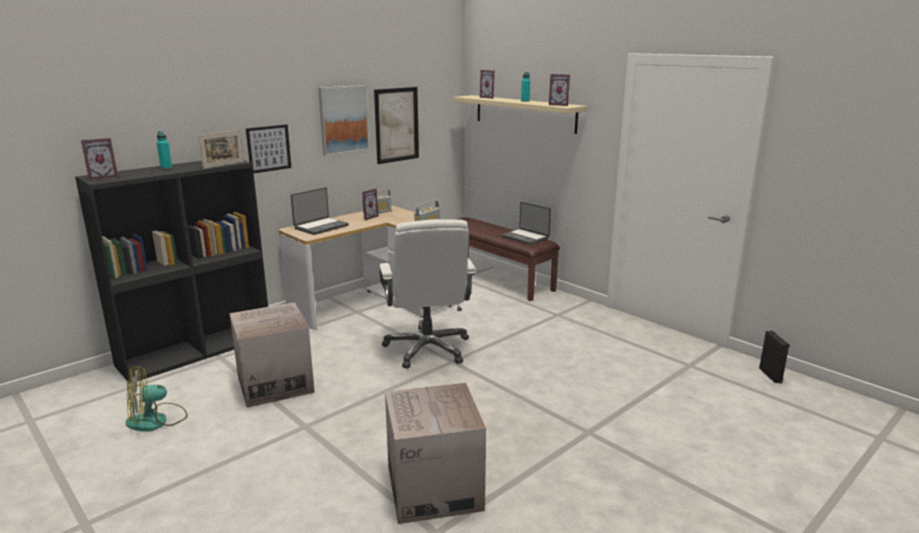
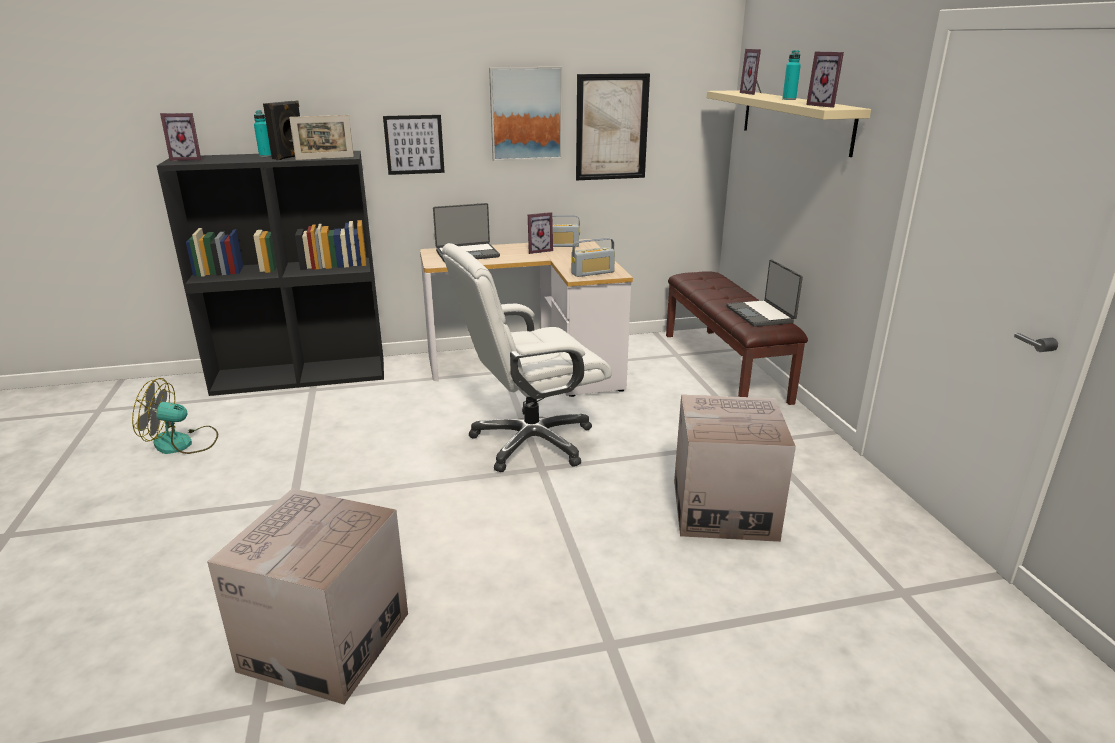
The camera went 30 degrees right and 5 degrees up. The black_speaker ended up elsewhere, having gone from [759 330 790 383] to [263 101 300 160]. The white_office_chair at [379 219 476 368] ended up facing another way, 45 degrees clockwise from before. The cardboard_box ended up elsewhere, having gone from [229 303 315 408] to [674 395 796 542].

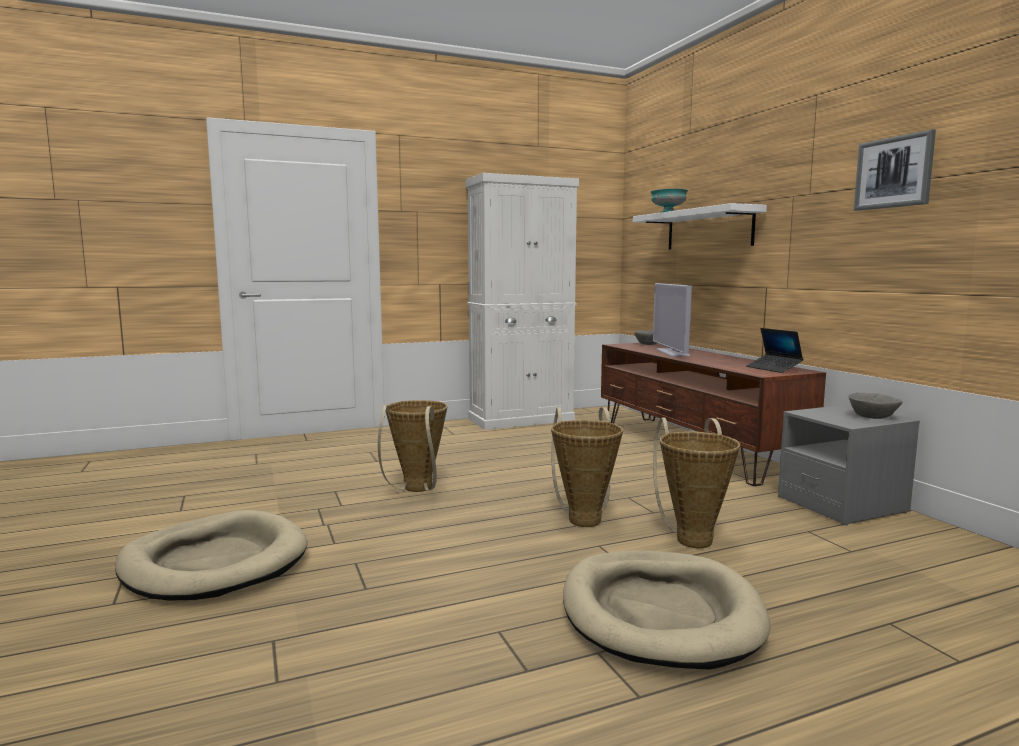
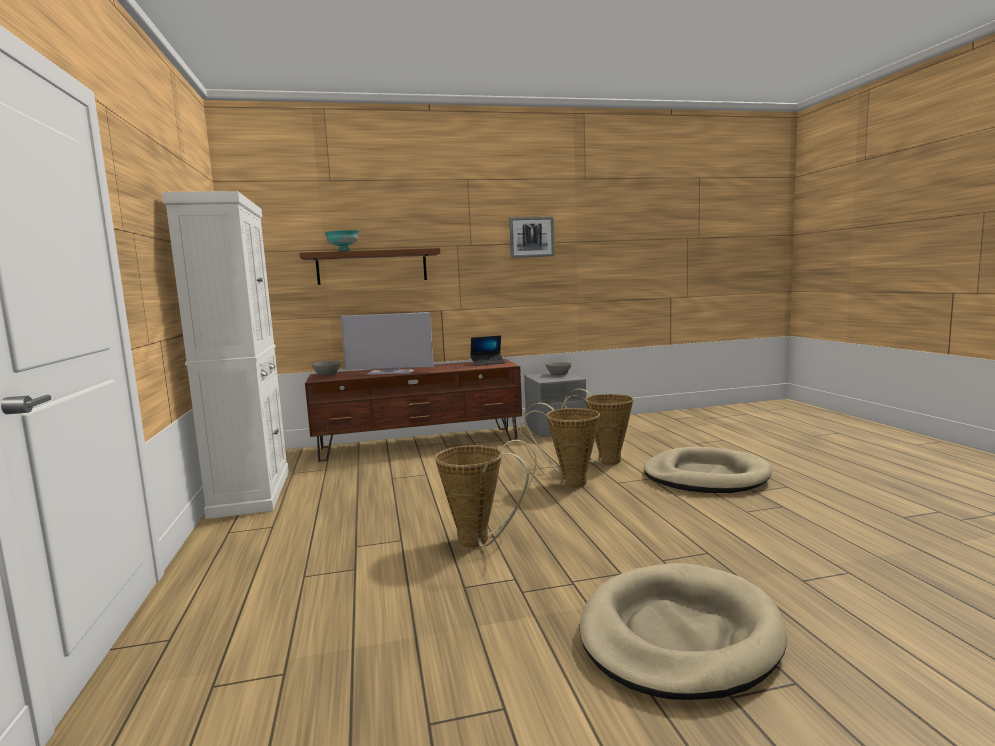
The camera went 80 degrees left and 0 degrees up. What was the white_shelf at [633 203 767 249] turned into the brown_shelf at [300 248 440 285].

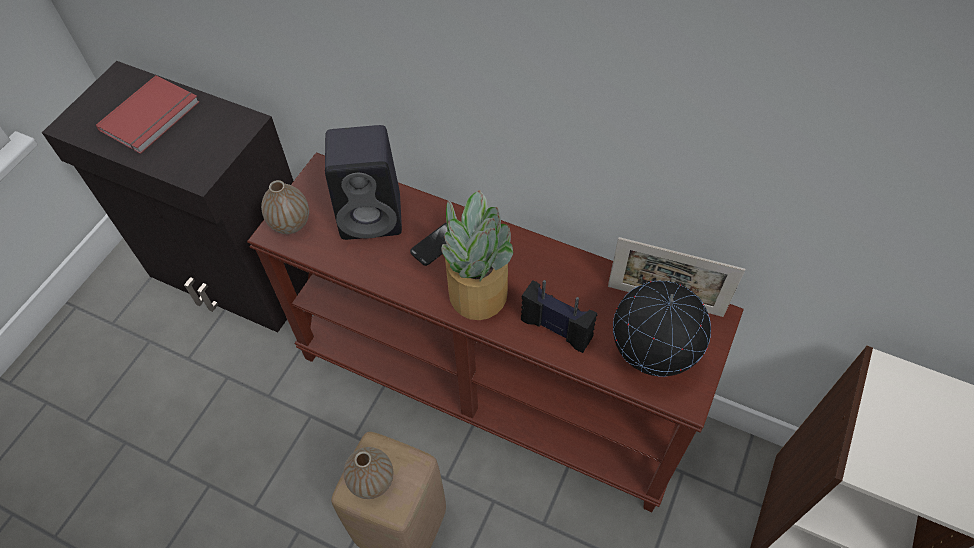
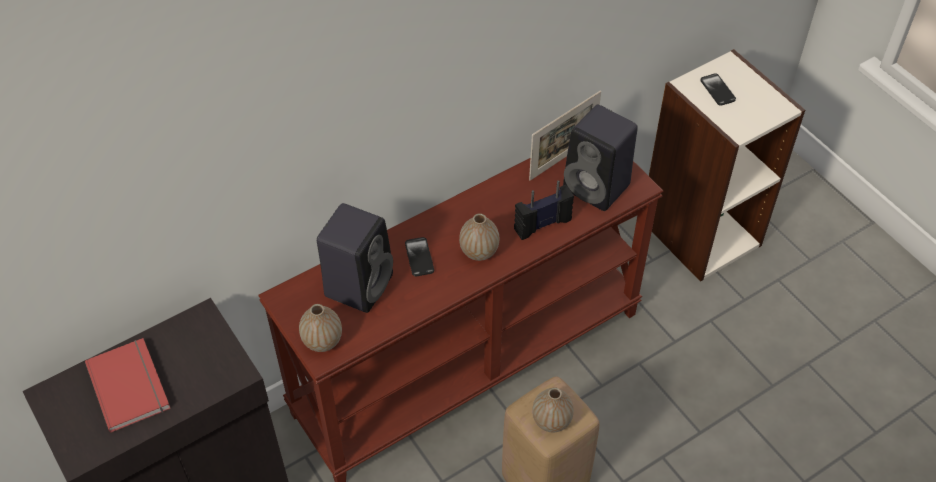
The camera went 60 degrees left and 5 degrees down. Where the potted_plant stood at [441 190 513 320], the vase came to stand at [459 213 499 261]. Where the globe stood at [613 280 711 377], the black_speaker came to stand at [563 105 638 211]. The second view gained the phone at [700 74 736 106].

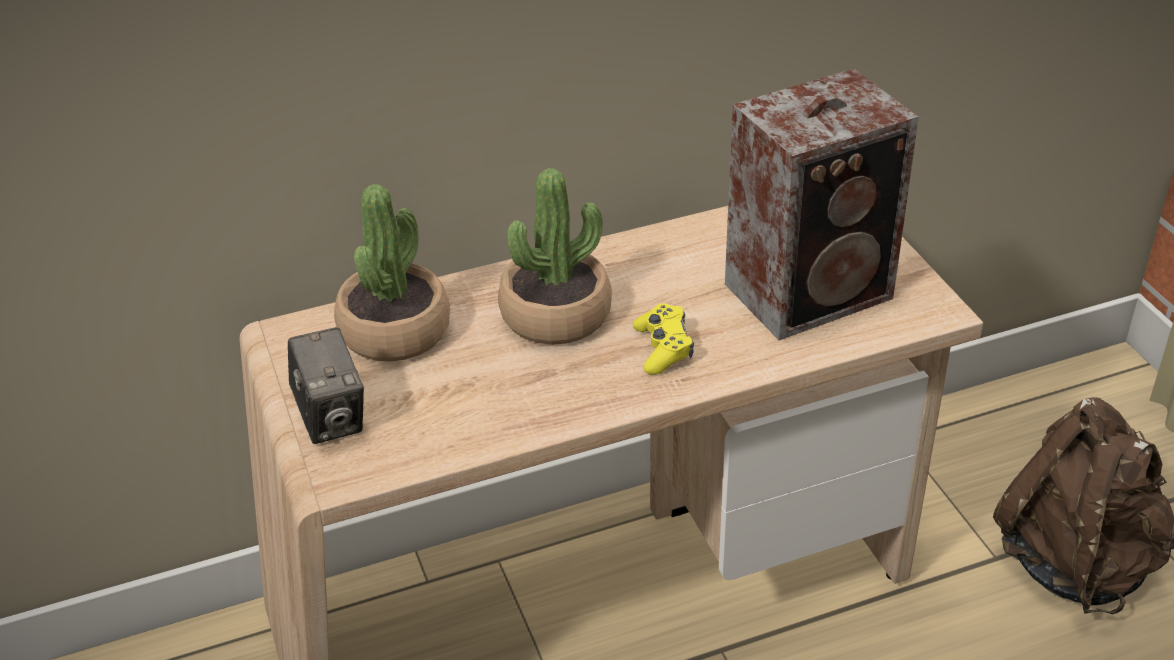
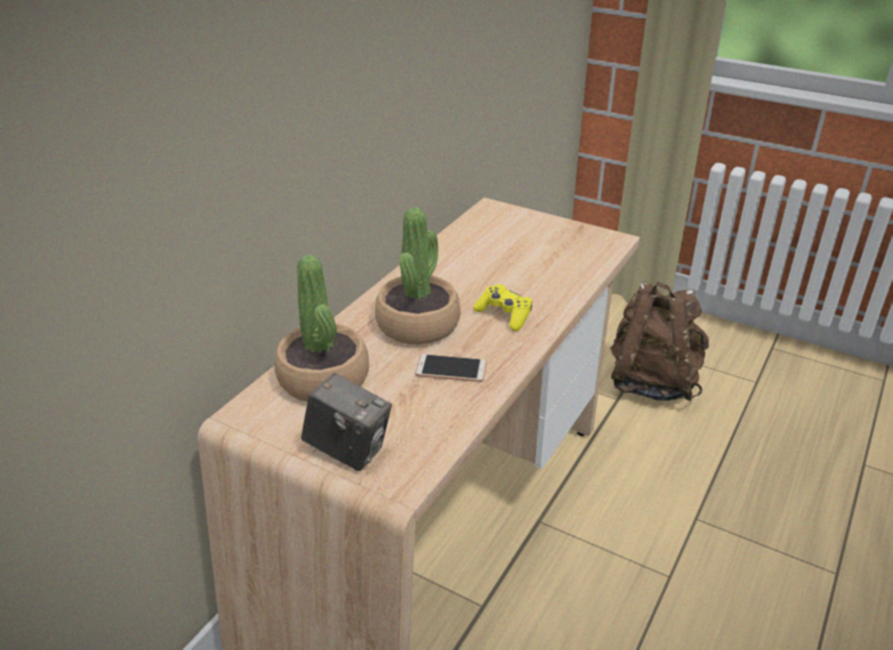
The camera went 40 degrees left and 5 degrees down. The second view gained the phone at [415 354 487 382]. The second view lost the speaker at [725 69 919 340].

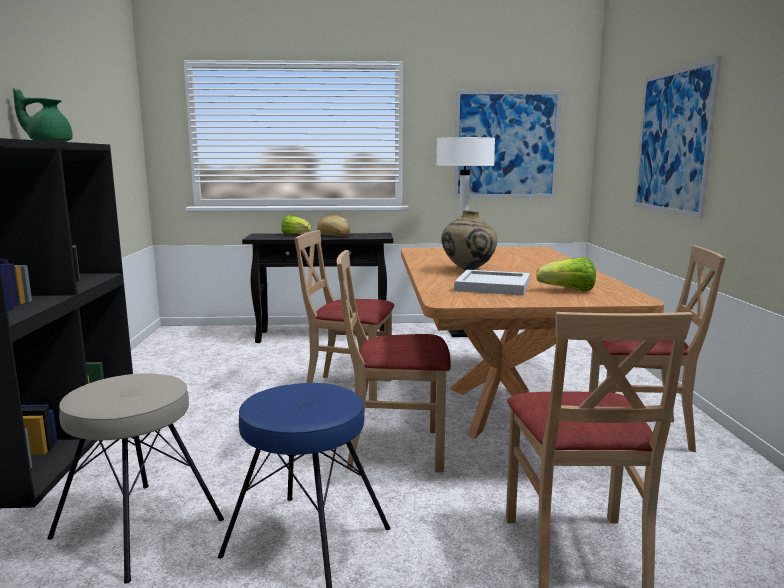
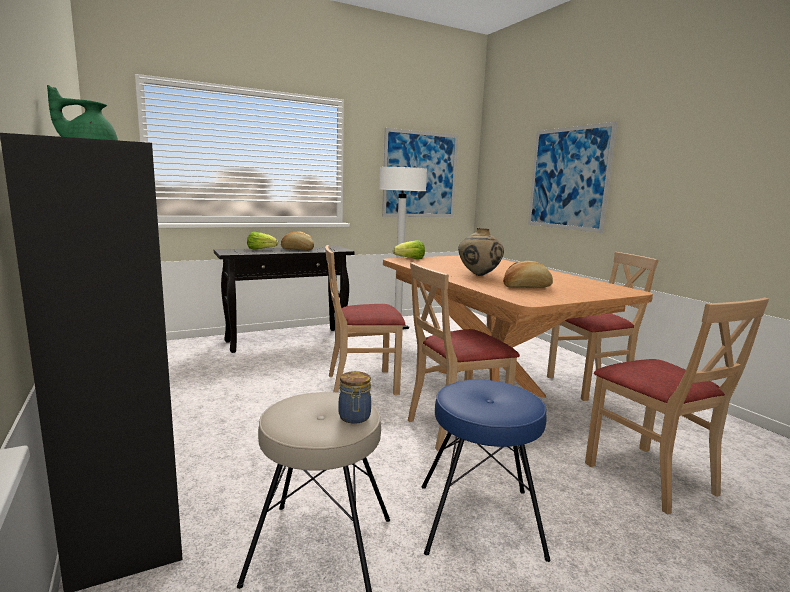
The camera went 25 degrees left and 0 degrees up. The second view gained the jar at [338 371 371 424]. The lettuce ended up elsewhere, having gone from [536 257 596 291] to [393 240 425 259]. Where the white_tray stood at [454 270 530 296], the bread came to stand at [503 261 553 288].

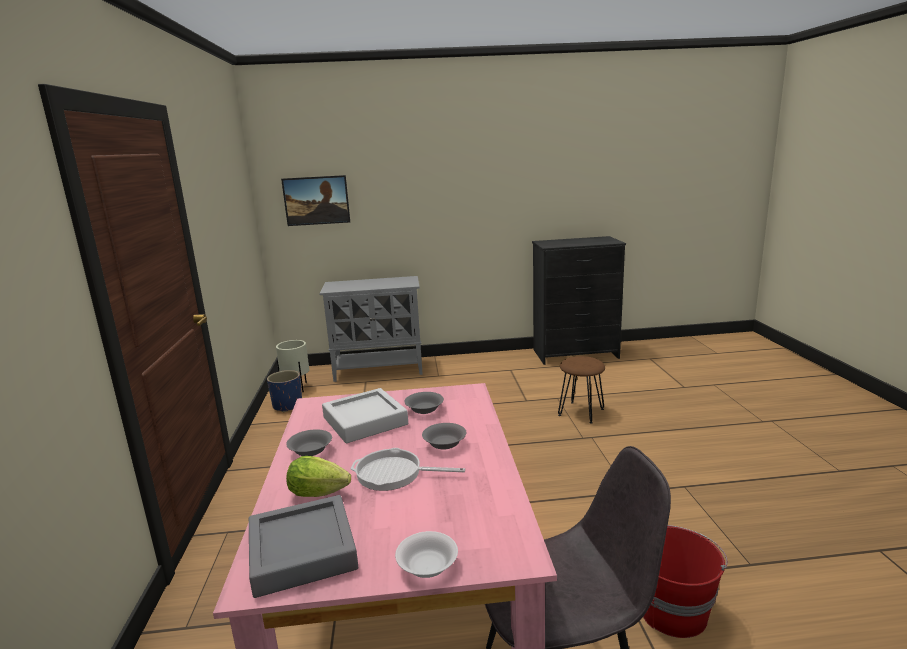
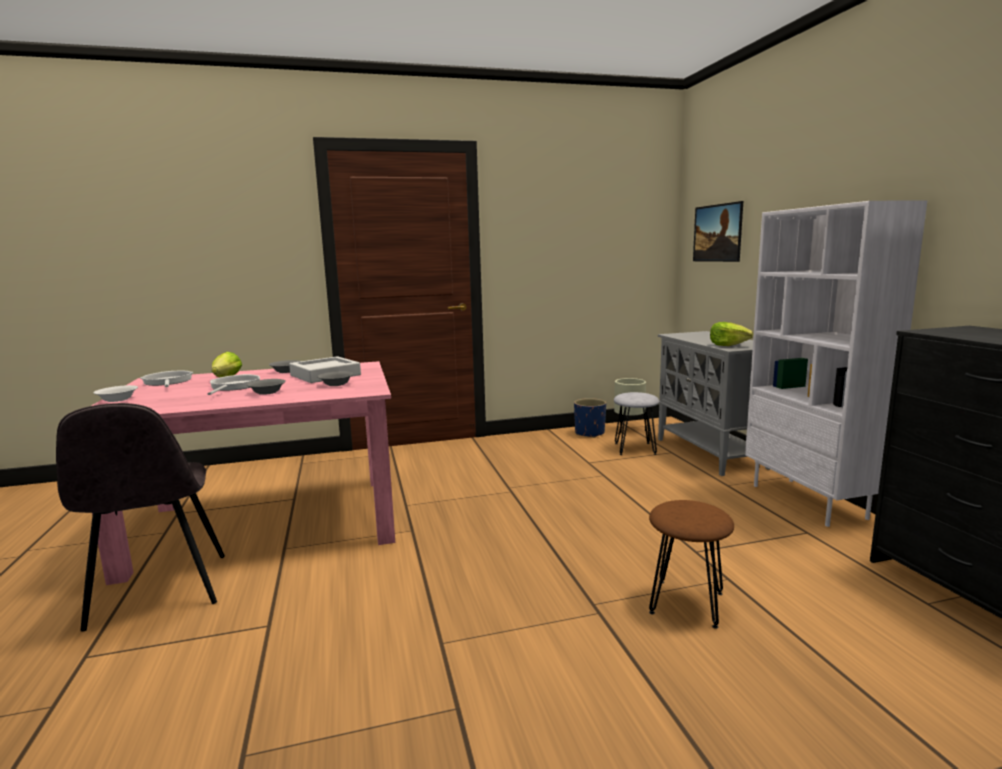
The camera went 80 degrees right and 5 degrees down. Where the grey_tray stood at [249 495 358 598], the frying_pan came to stand at [140 371 193 387]. The second view gained the grey_stool at [614 392 659 455]. The second view gained the lettuce at [710 322 753 346]. The second view gained the white_bookcase at [745 200 928 527]. The second view lost the red_bucket at [643 525 728 638].

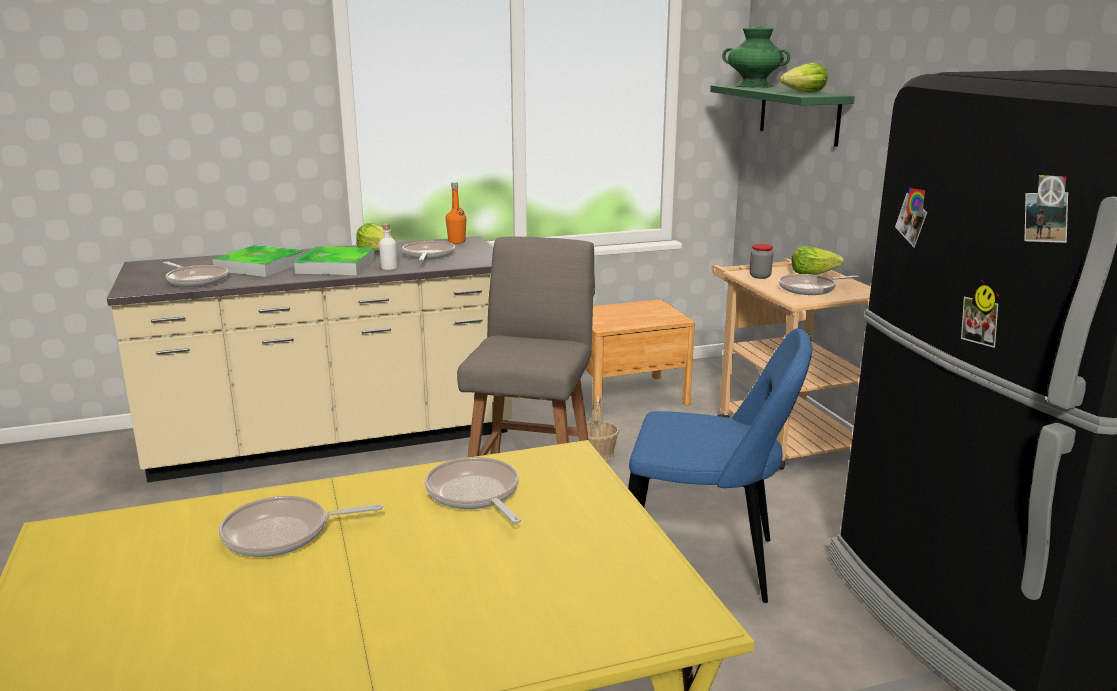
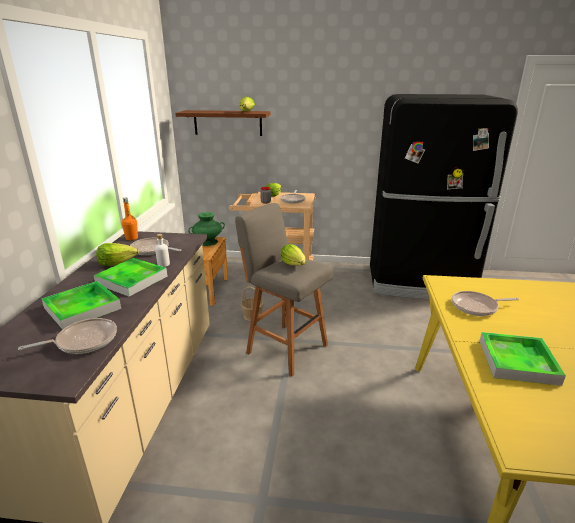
The camera went 65 degrees left and 5 degrees up. What was the green_shelf at [710 85 855 147] turned into the brown_shelf at [175 110 270 136]. The green_vase ended up elsewhere, having gone from [722 26 790 87] to [188 212 225 246]. The second view gained the lettuce at [281 244 305 266]. Where the frying_pan stood at [219 496 383 557], the tray came to stand at [480 332 566 386]. The second view lost the blue_chair at [628 328 812 603].

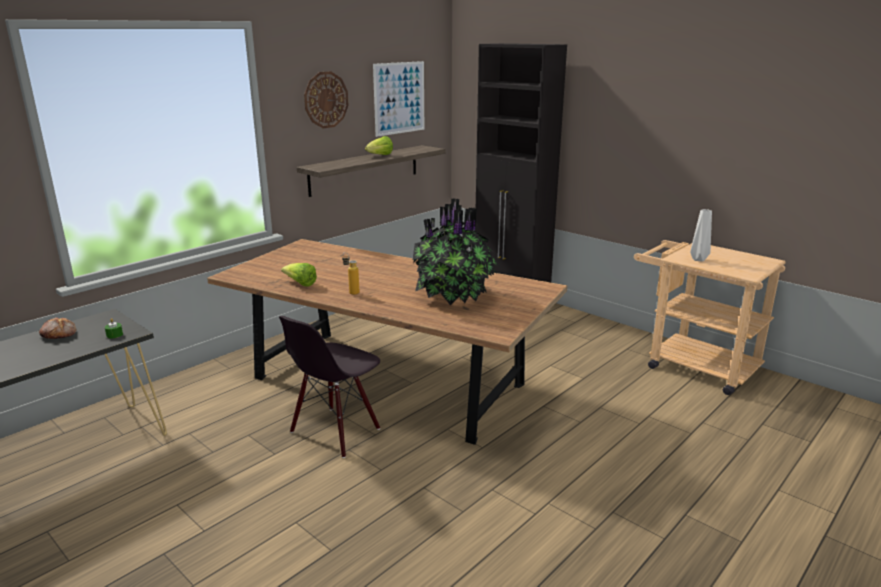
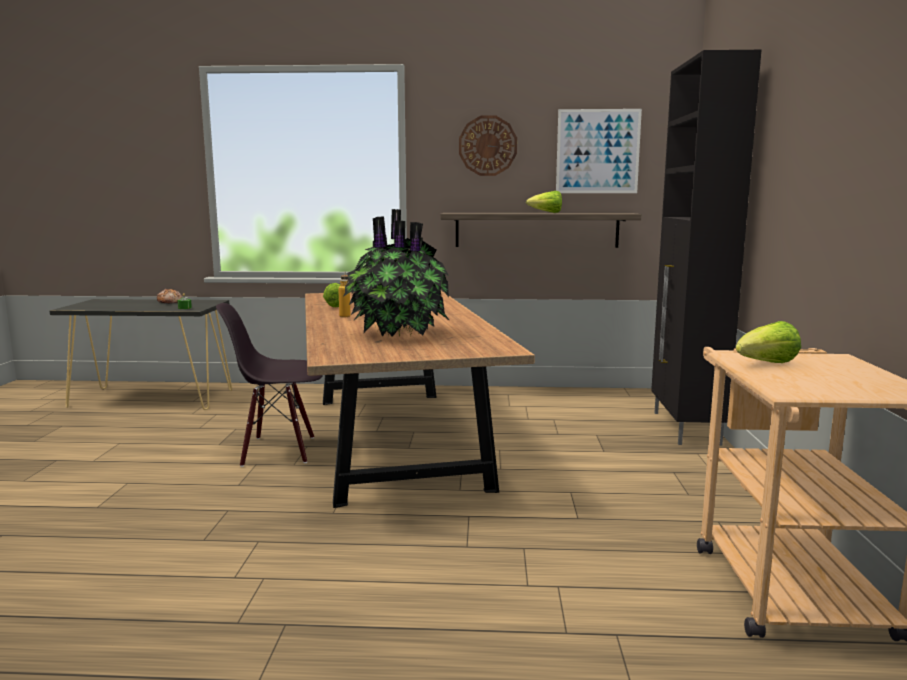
The camera went 50 degrees right and 10 degrees down. Where the grey_vase stood at [690 209 712 261], the lettuce came to stand at [736 321 801 363].

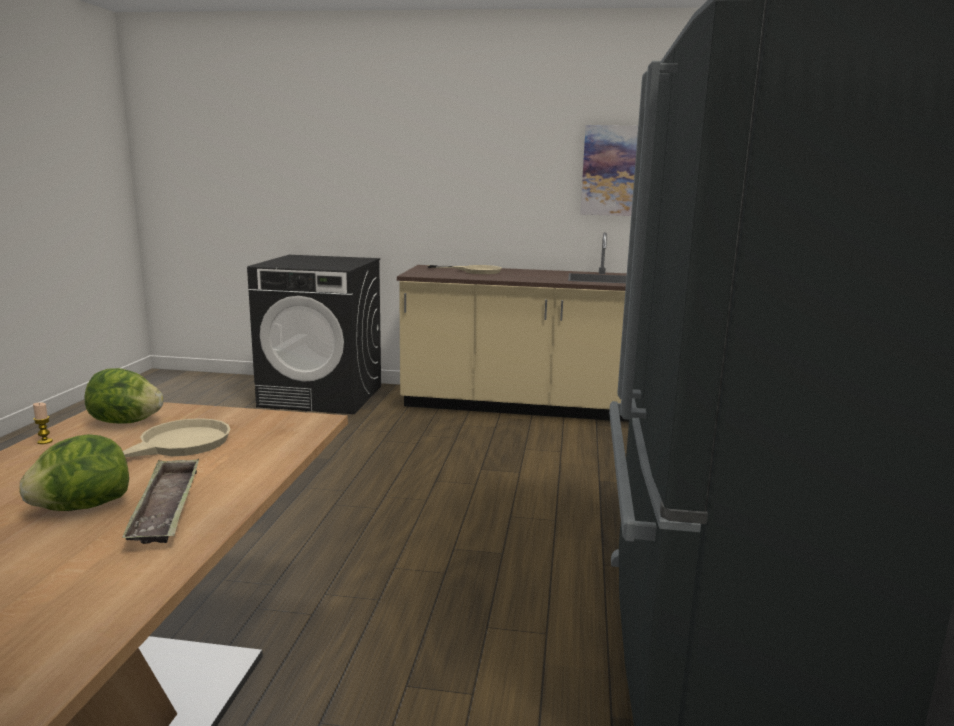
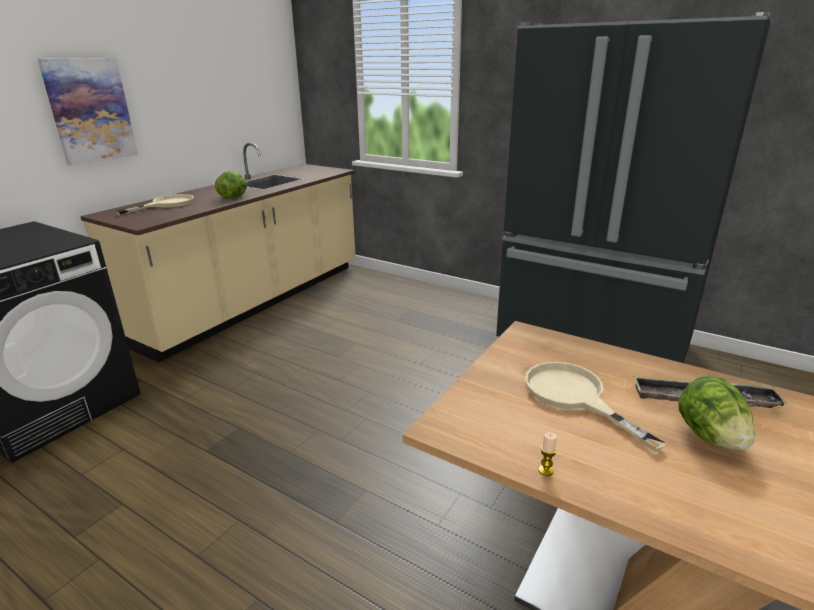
The camera went 65 degrees left and 10 degrees up. The picture ended up elsewhere, having gone from [580 125 638 216] to [38 58 138 166]. The lettuce ended up elsewhere, having gone from [85 368 164 423] to [215 171 247 199].

